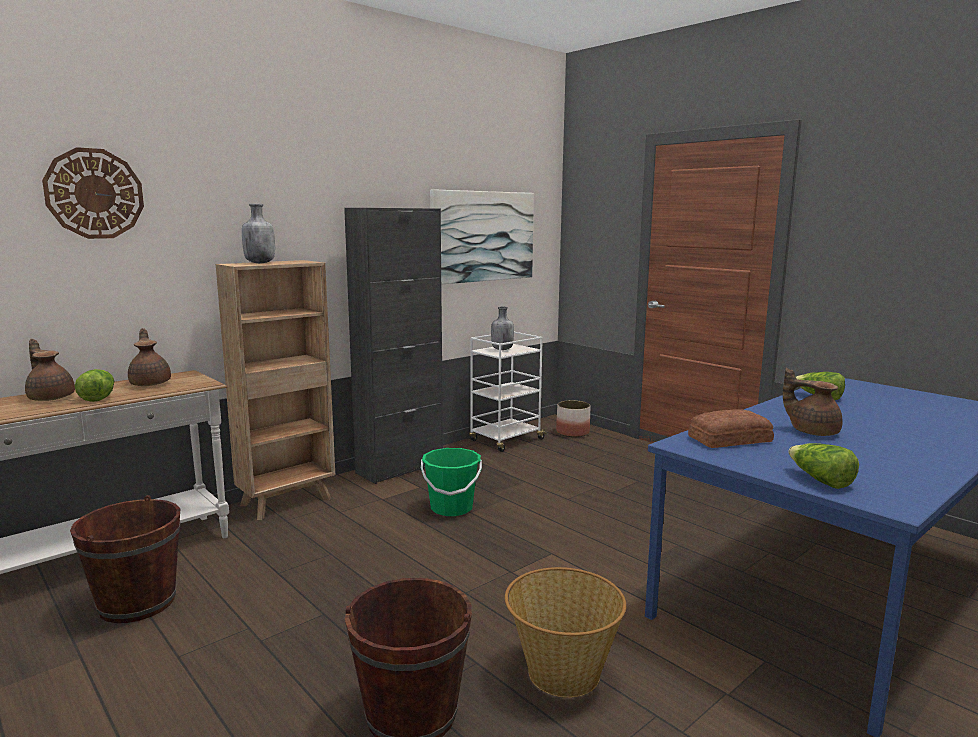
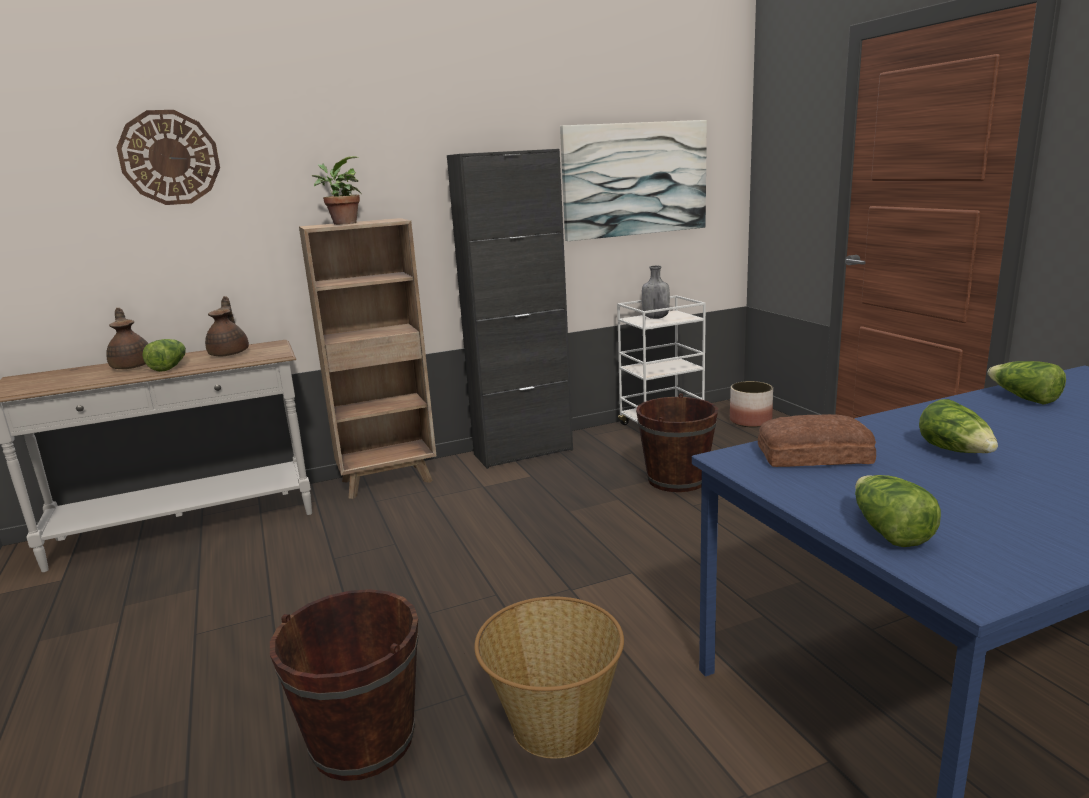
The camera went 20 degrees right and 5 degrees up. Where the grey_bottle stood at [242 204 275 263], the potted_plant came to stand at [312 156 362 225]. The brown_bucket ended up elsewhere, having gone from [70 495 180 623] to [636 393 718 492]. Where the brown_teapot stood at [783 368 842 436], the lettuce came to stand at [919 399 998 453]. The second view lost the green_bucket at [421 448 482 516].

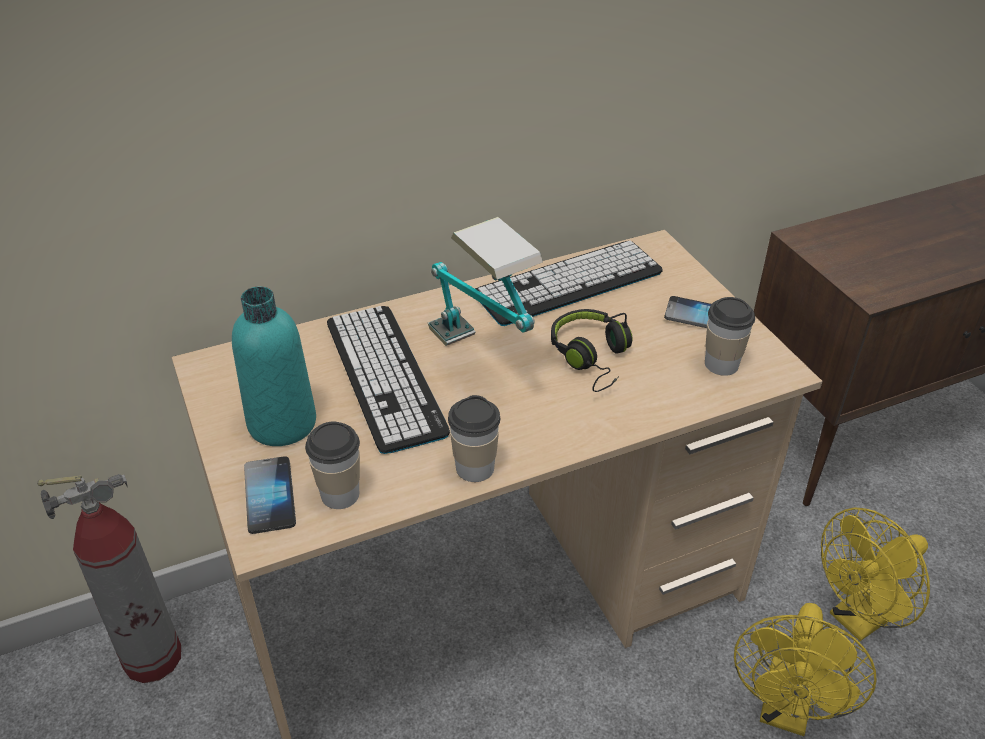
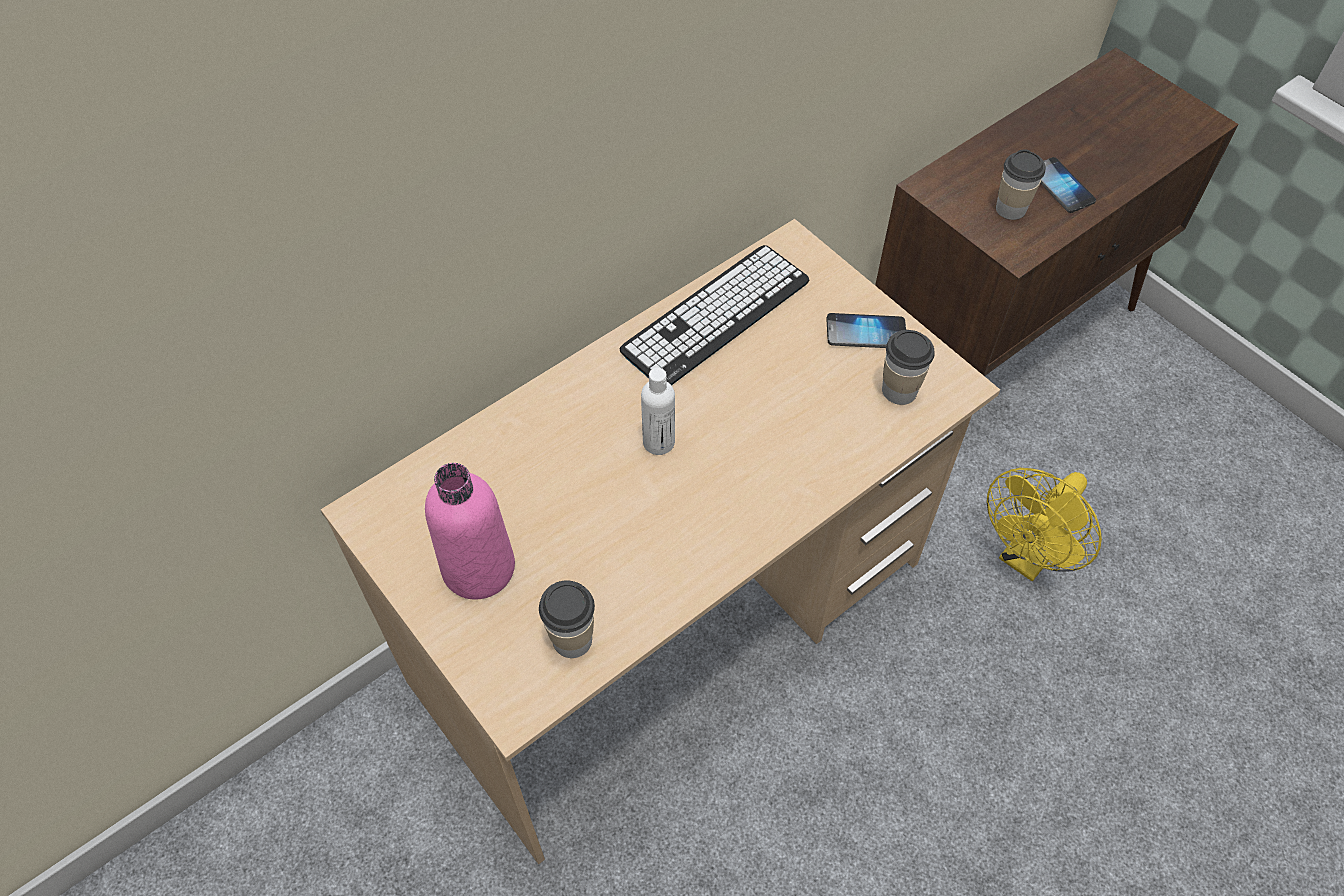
The camera went 15 degrees left and 15 degrees up. What was the turquoise_bottle at [232 286 316 446] turned into the pink_bottle at [425 463 515 600]. Where the table_lamp stood at [428 217 543 346], the white_bottle came to stand at [641 368 675 455]. The cup ended up elsewhere, having gone from [448 395 500 482] to [996 150 1046 220]. The phone ended up elsewhere, having gone from [244 456 296 534] to [1040 157 1096 213]. The second view lost the fire_extinguisher at [37 474 181 683]. The second view lost the keyboard at [327 306 450 454]. The second view lost the black_headphones at [551 309 632 392]. The second view lost the yellow_fan at [734 603 877 736].

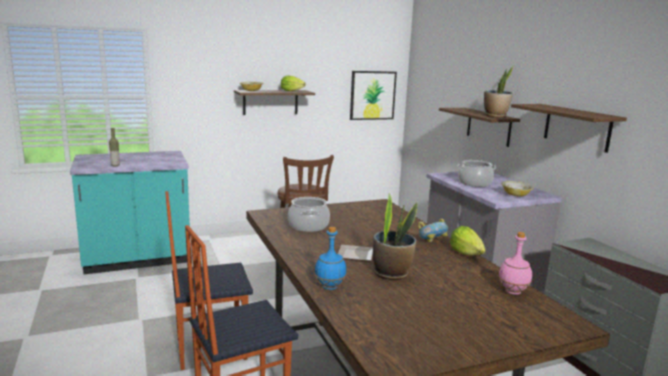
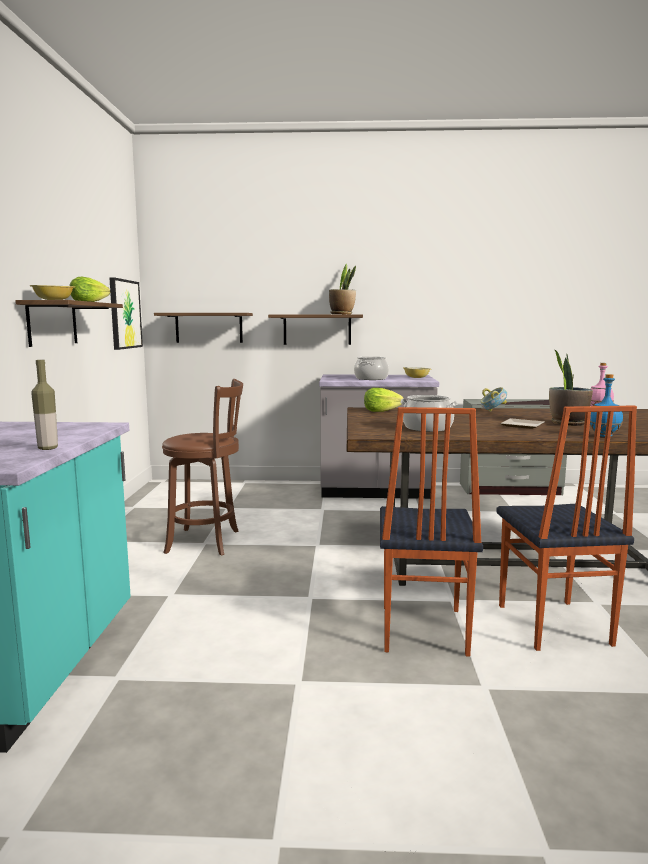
The camera went 65 degrees left and 5 degrees down. The shelf ended up elsewhere, having gone from [511 104 627 153] to [154 313 253 343]. The lettuce ended up elsewhere, having gone from [450 226 486 256] to [364 388 404 412].

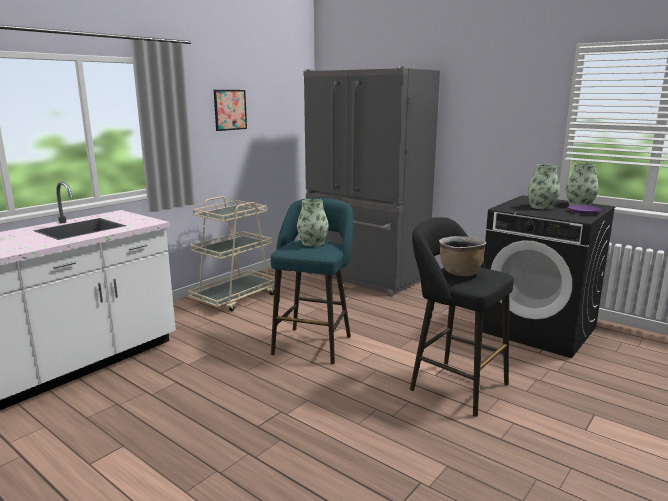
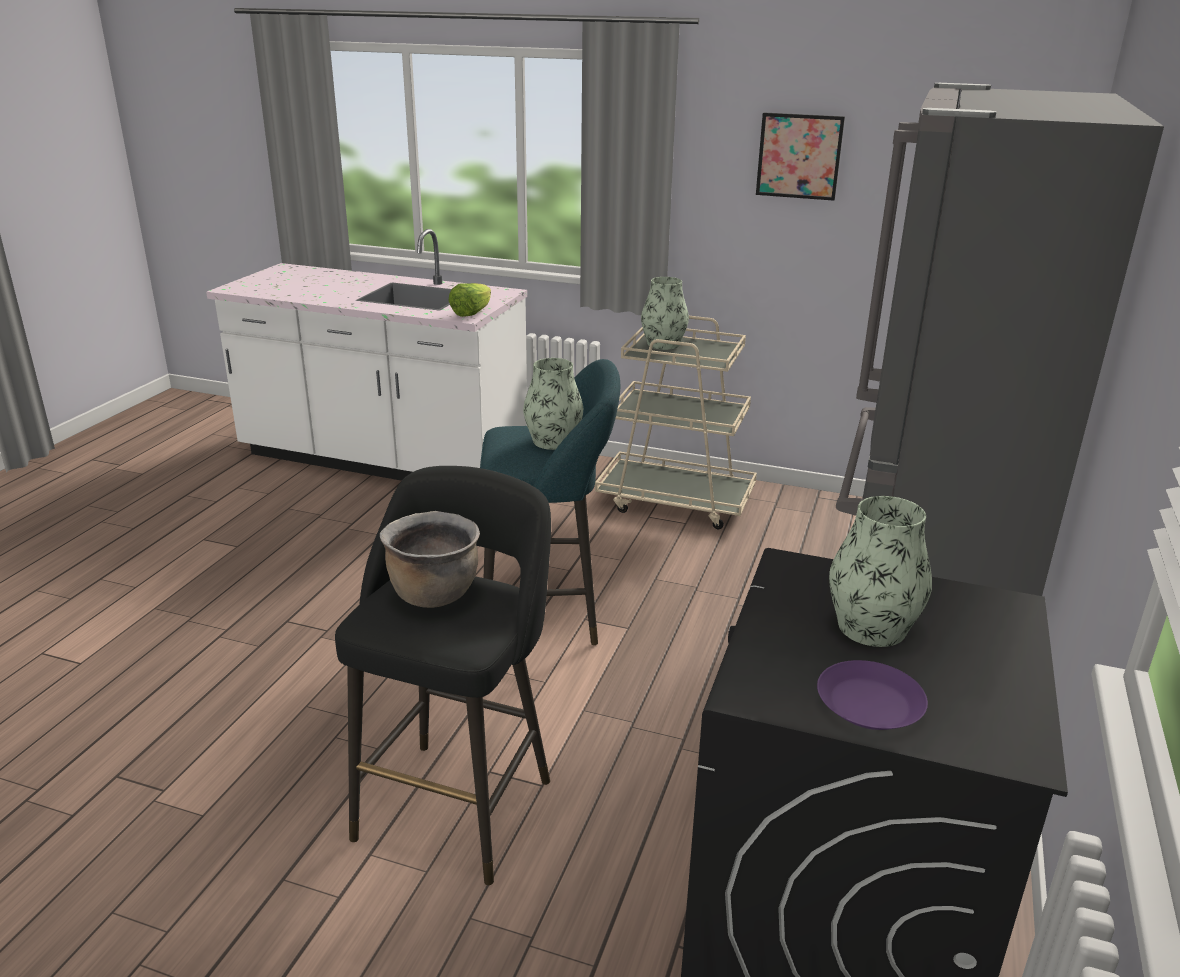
The camera went 70 degrees right and 10 degrees up. The second view gained the lettuce at [448 283 491 317]. The vase ended up elsewhere, having gone from [566 163 599 206] to [641 277 689 350].

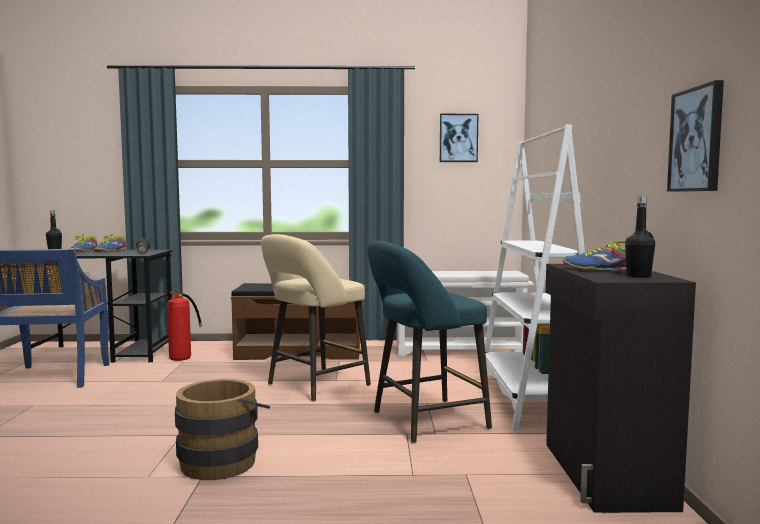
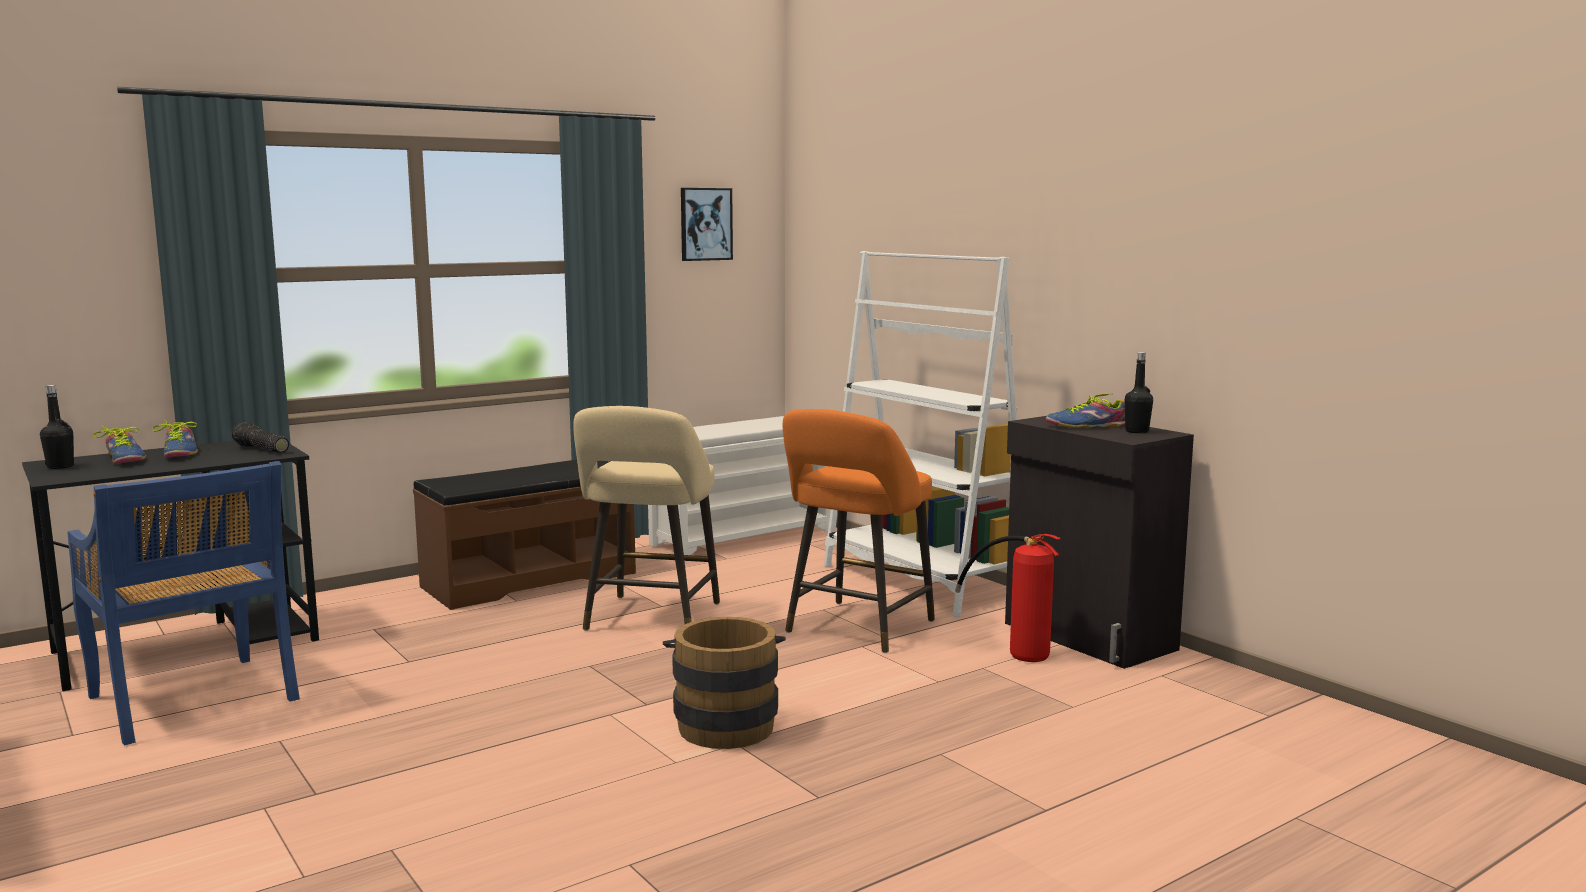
The camera went 35 degrees left and 5 degrees up. What was the turquoise_stool at [368 240 492 443] turned into the orange_stool at [783 409 935 653]. The fire_extinguisher ended up elsewhere, having gone from [167 291 202 361] to [955 534 1061 662]. The second view lost the picture at [667 80 724 192].

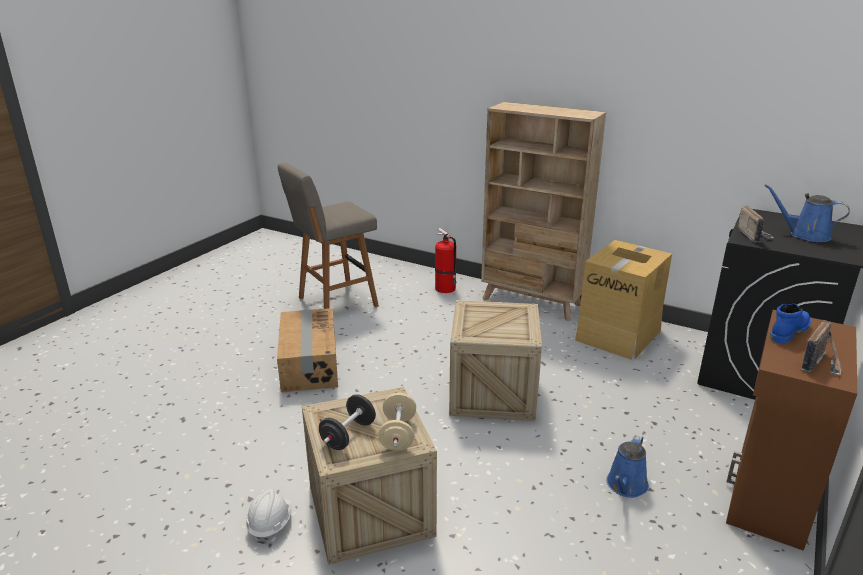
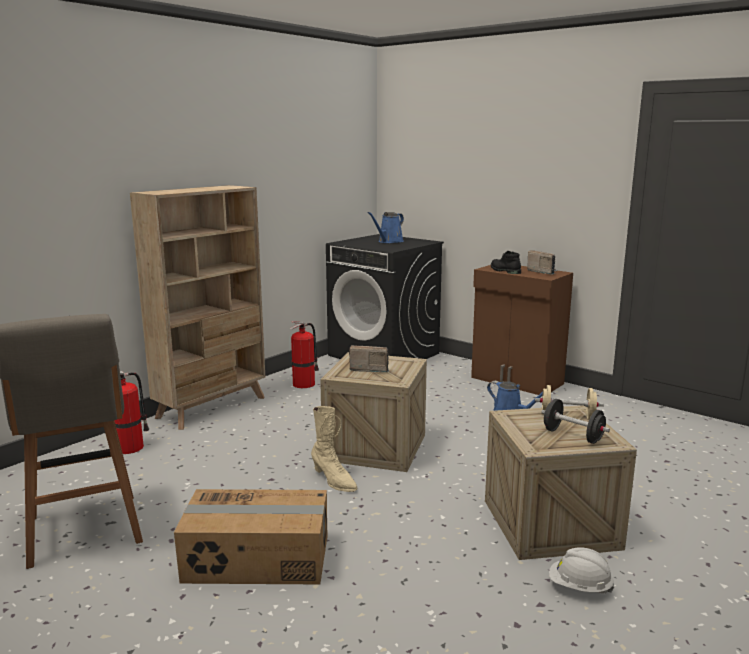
The camera went 80 degrees left and 10 degrees down. Where the cardboard_box stood at [575 240 672 360], the fire_extinguisher came to stand at [290 321 319 388]. The second view gained the beige_boot at [311 406 358 492]. The radio ended up elsewhere, having gone from [738 206 774 242] to [349 345 389 372]. What was the blue_boot at [770 304 811 344] turned into the black_boot at [491 251 521 274].

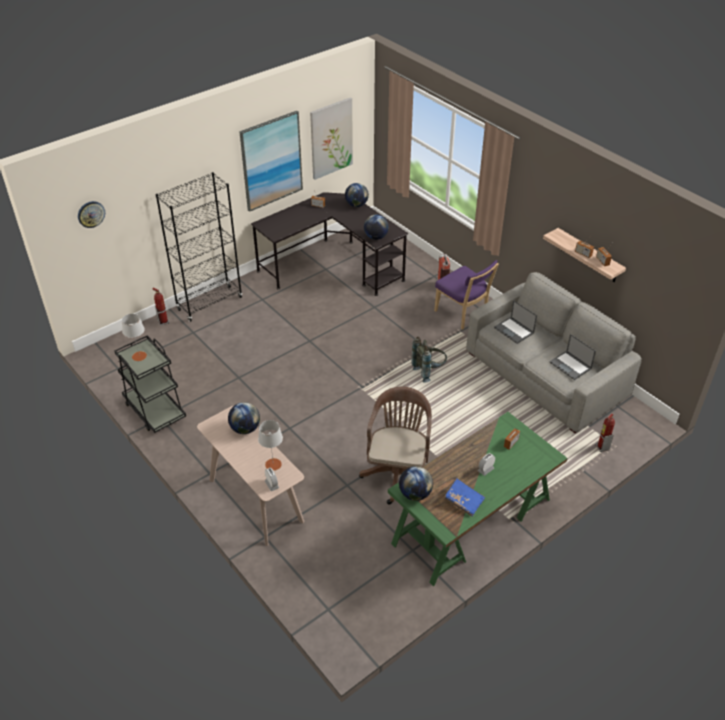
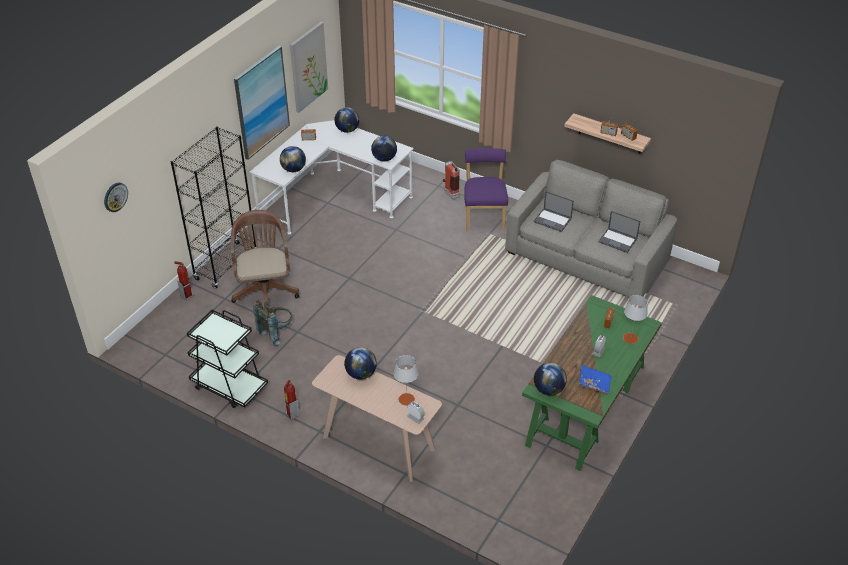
The camera went 20 degrees left and 0 degrees up. The brown_office_chair ended up elsewhere, having gone from [359 386 432 505] to [231 210 299 303]. What was the black_desk at [251 192 408 296] turned into the white_desk at [250 120 414 234]. The grey_backpack ended up elsewhere, having gone from [411 337 447 382] to [253 300 292 346]. The second view gained the globe at [280 146 306 172]. The fire_extinguisher ended up elsewhere, having gone from [596 413 615 452] to [284 380 300 420]. The purple_chair at [434 260 499 330] ended up facing another way, 120 degrees counterclockwise from before. The grey_table_lamp ended up elsewhere, having gone from [122 314 147 361] to [623 295 648 344].

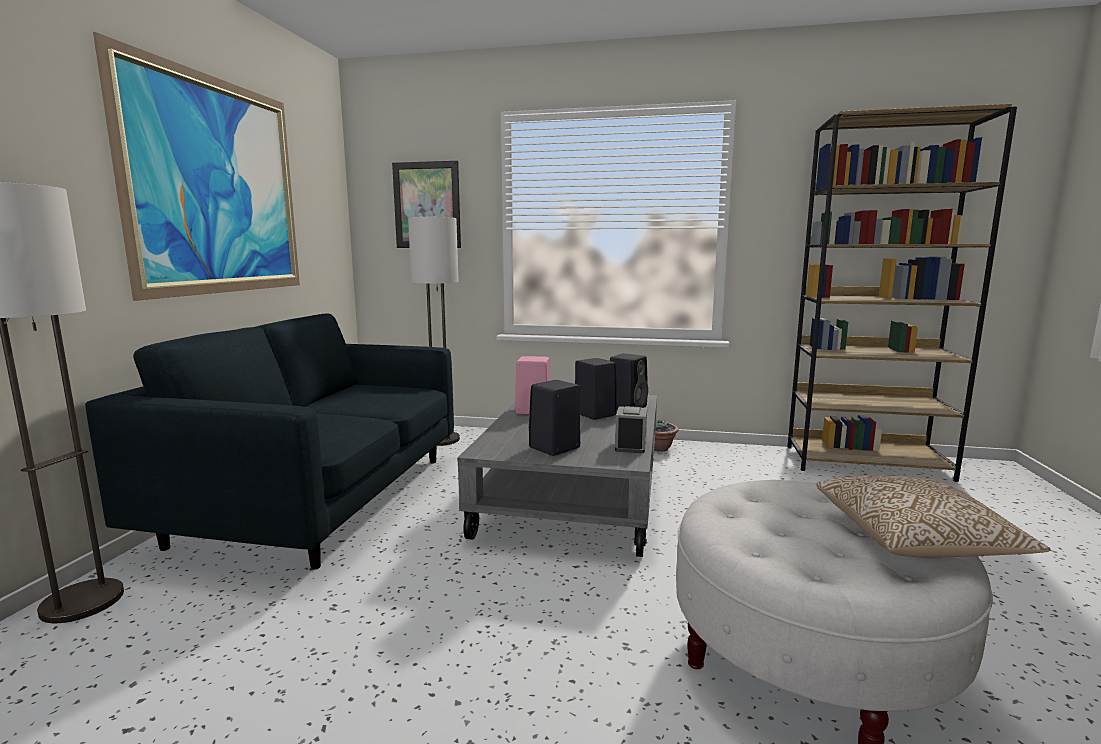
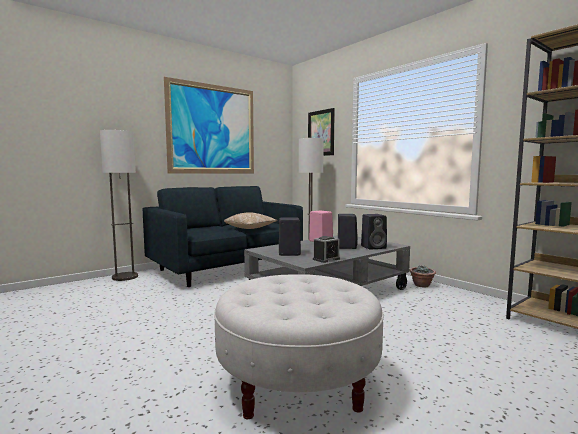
The camera went 40 degrees right and 5 degrees down. The pillow ended up elsewhere, having gone from [816 475 1050 557] to [224 212 277 229].

